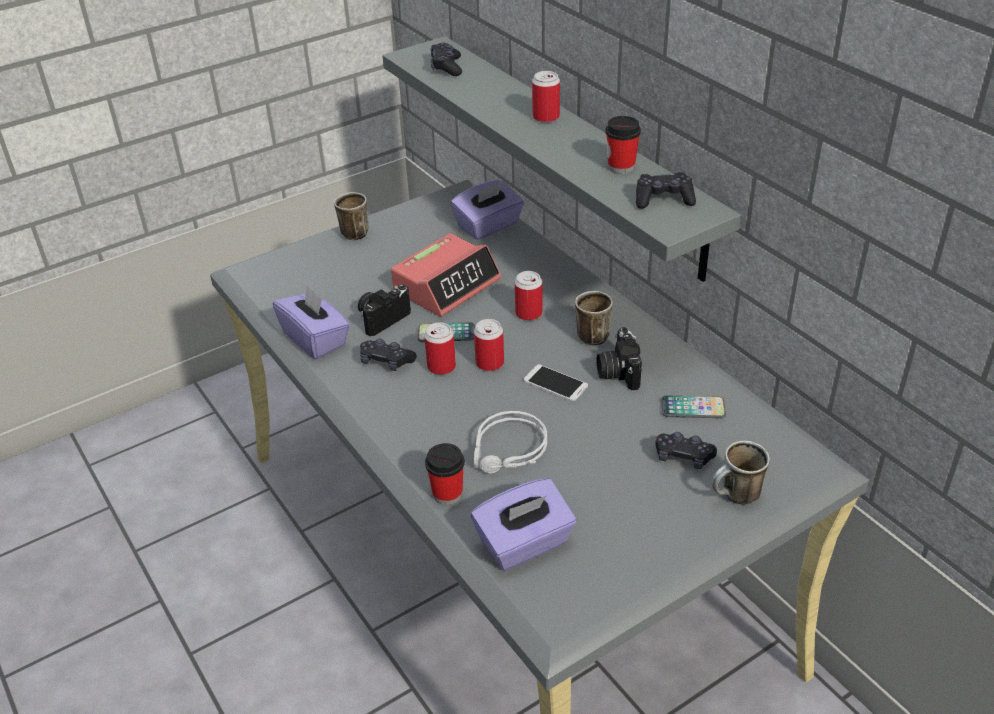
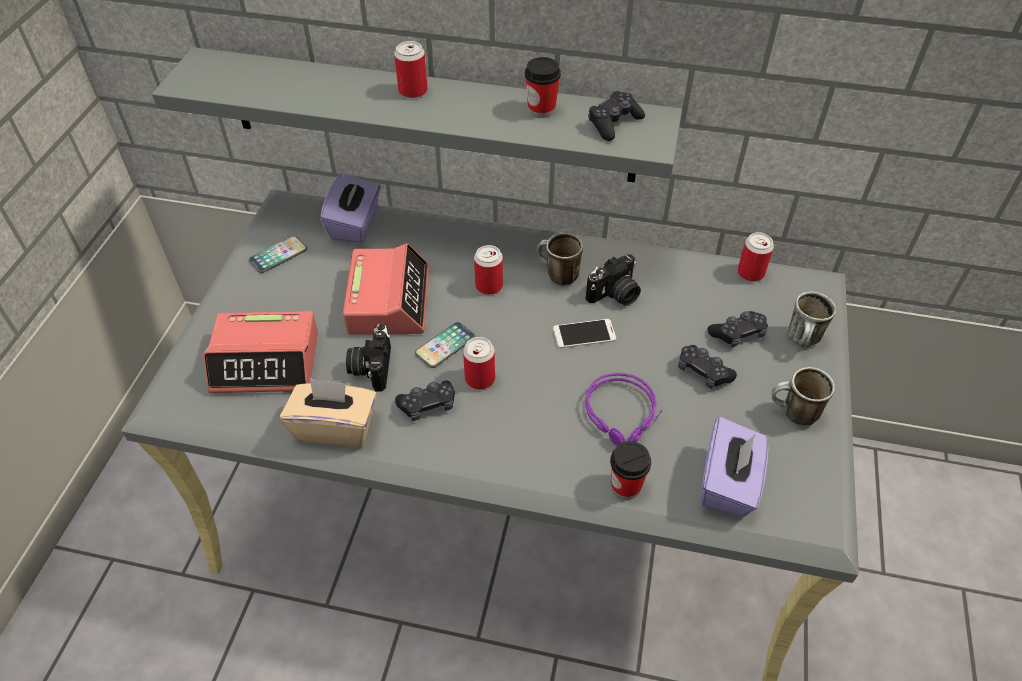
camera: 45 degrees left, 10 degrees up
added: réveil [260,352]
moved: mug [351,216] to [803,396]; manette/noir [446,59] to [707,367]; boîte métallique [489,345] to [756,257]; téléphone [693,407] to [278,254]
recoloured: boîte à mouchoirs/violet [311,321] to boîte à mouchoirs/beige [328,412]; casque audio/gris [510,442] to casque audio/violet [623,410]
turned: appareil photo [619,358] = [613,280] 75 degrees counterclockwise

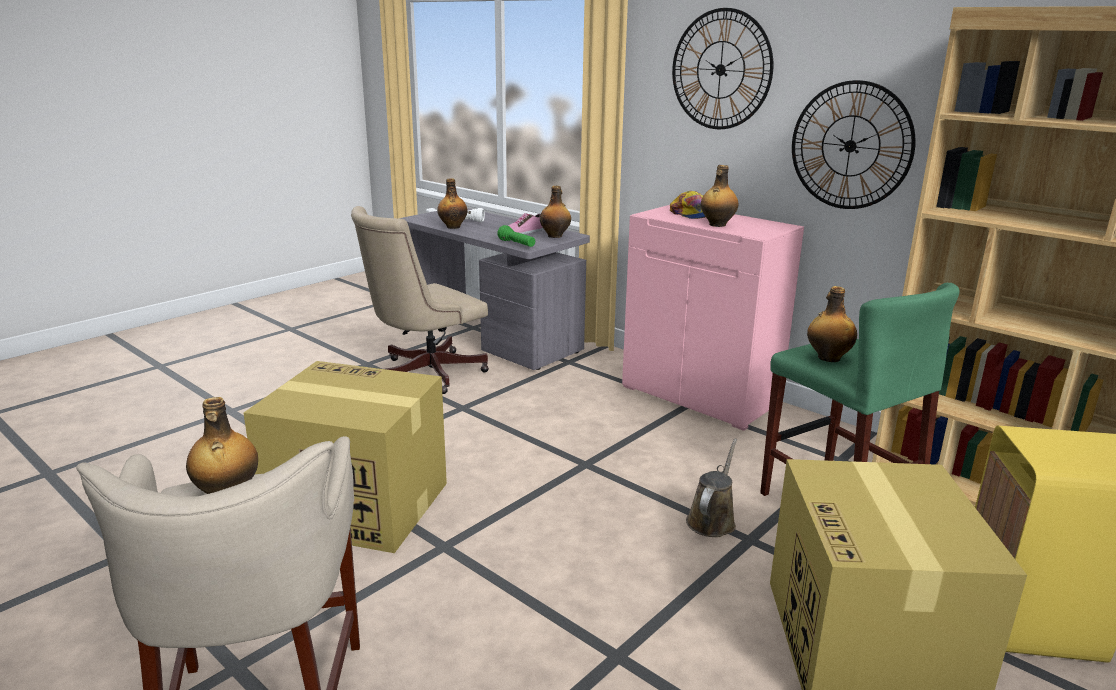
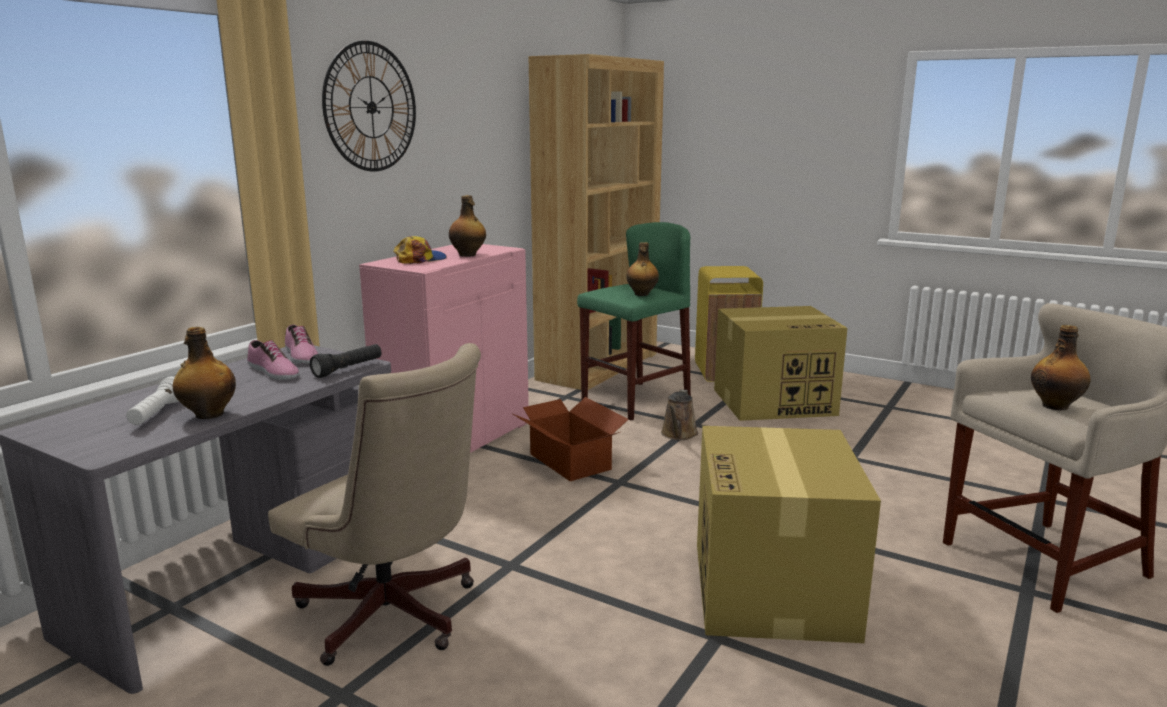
camera: 100 degrees left, 5 degrees down
removed: horloge murale [854,144]
added: carton [571,439]
replaced: bouteille [555,212] to chaussure [301,344]
recoloured: lampe de poche/vert [516,236] to lampe de poche/noir [346,361]
turned: arrosoir/marron [711,487] = [679,415] 90 degrees counterclockwise

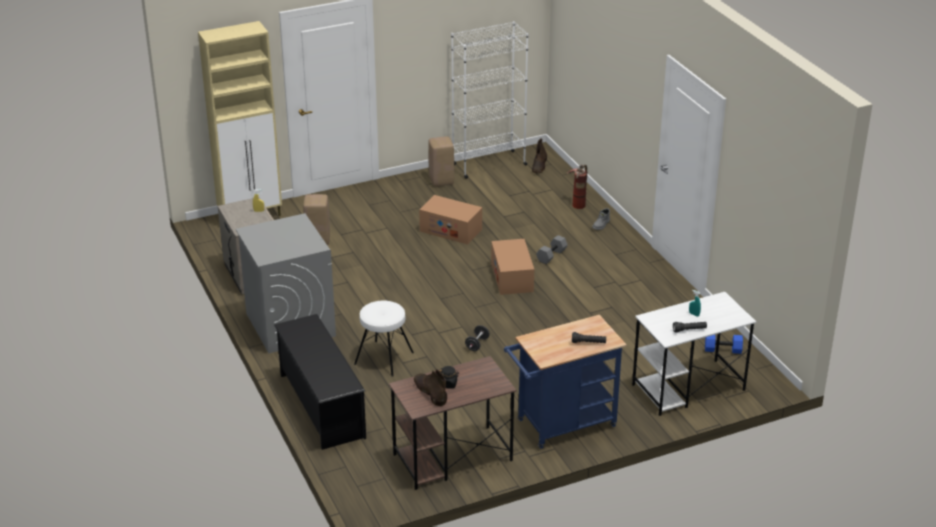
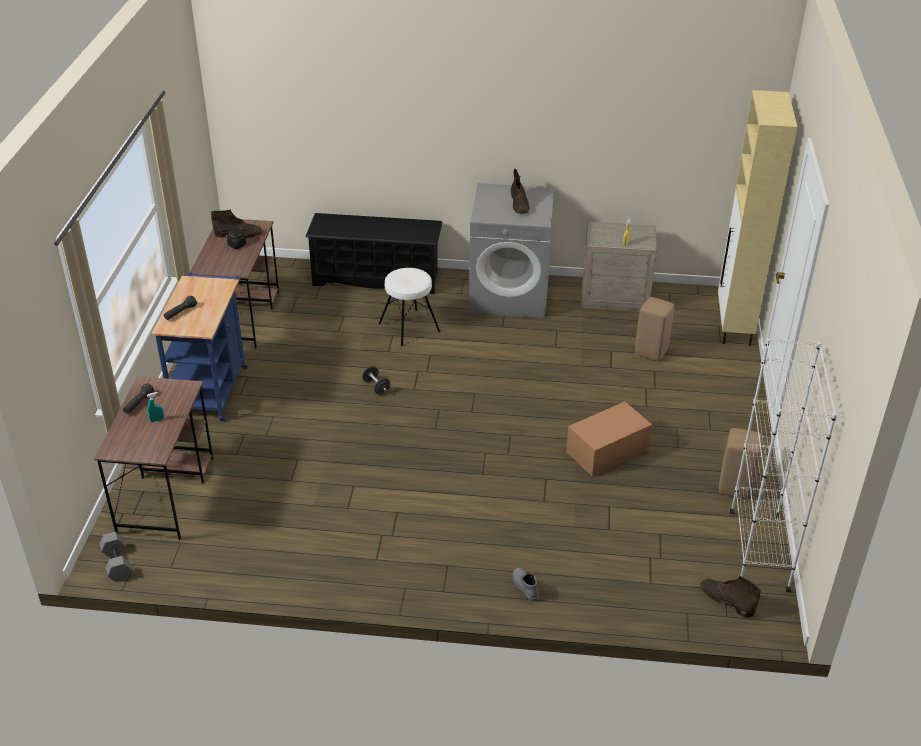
camera: 120 degrees right, 5 degrees up
removed: carton [512,267]; extincteur [577,187]; haltère/bleu [724,344]
added: botte/marron [520,191]
moved: haltère/gris [552,249] to [115,557]
recoloured: bureau/blanc [694,354] to bureau/marron [153,458]

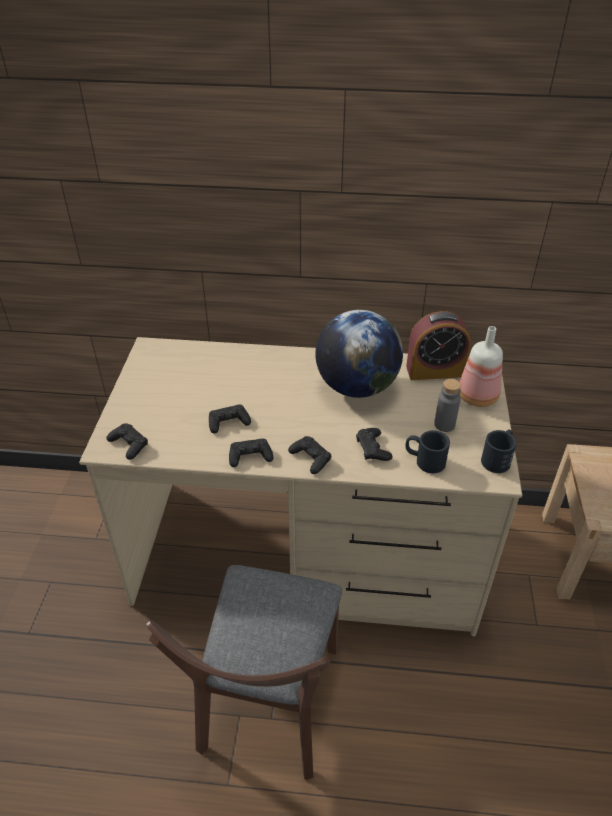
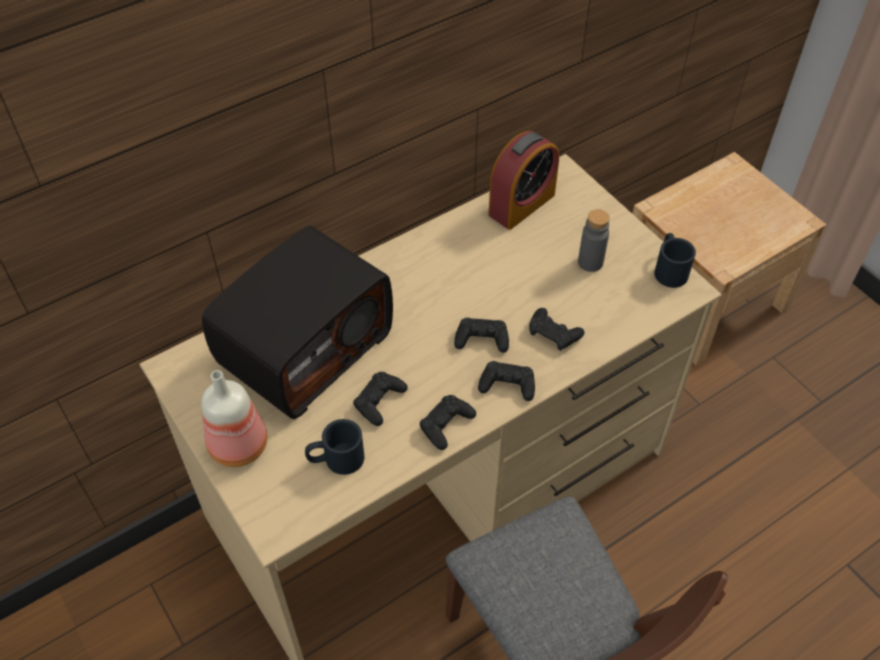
camera: 40 degrees left, 10 degrees up
removed: globe [359,354]
added: radio [297,322]
moved: manette/noir [127,441] to [481,335]; mug/noir [427,451] to [335,447]; bouteille [481,366] to [234,418]

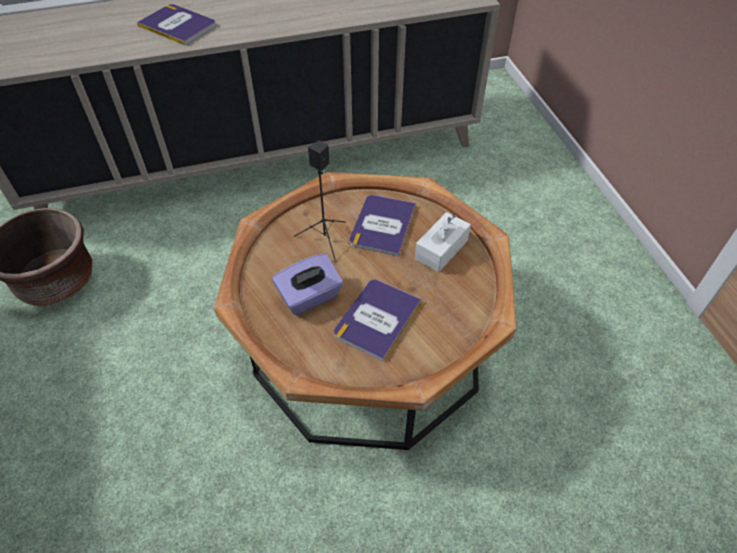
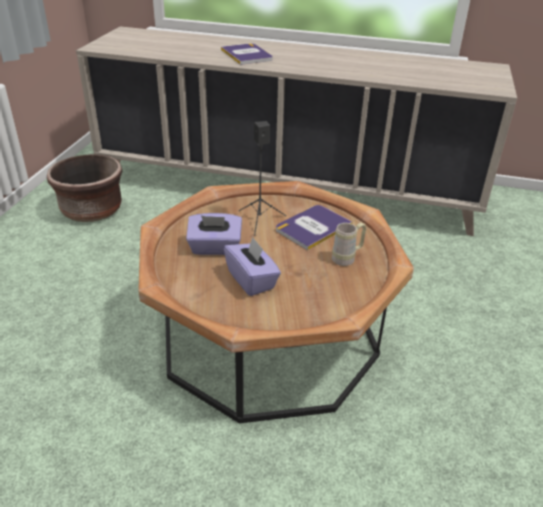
camera: 30 degrees right, 15 degrees down
replaced: livre [378,320] to boîte à mouchoirs/violet [252,266]; boîte à mouchoirs/blanc [443,242] to mug/beige [349,244]

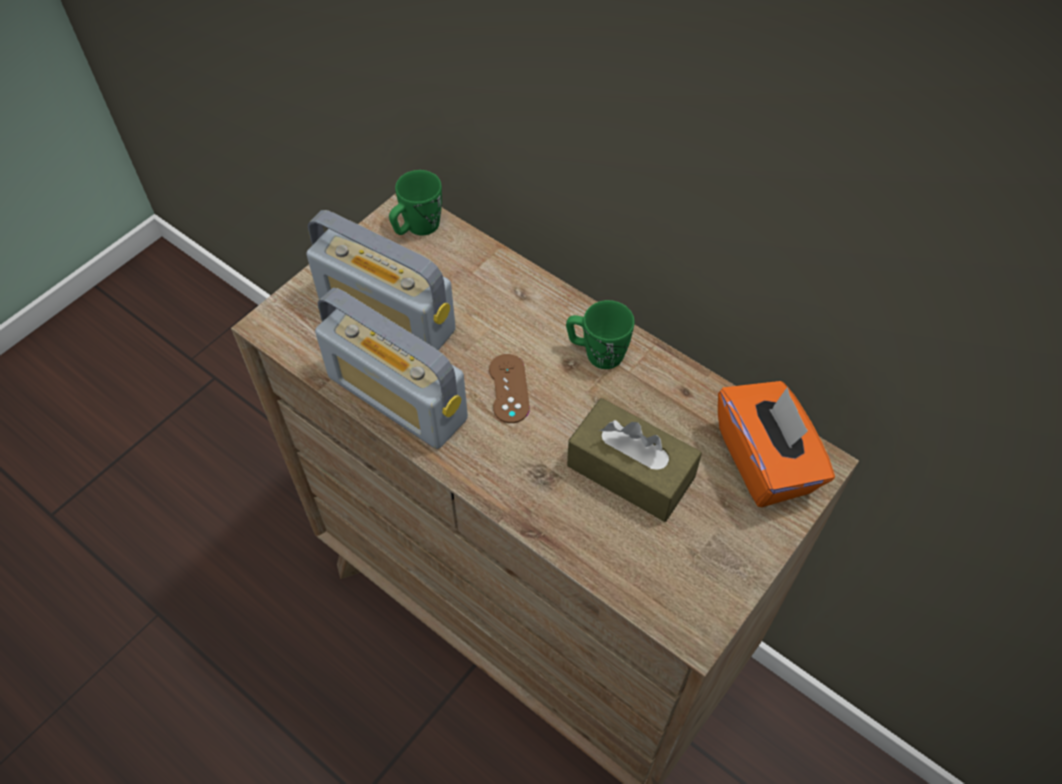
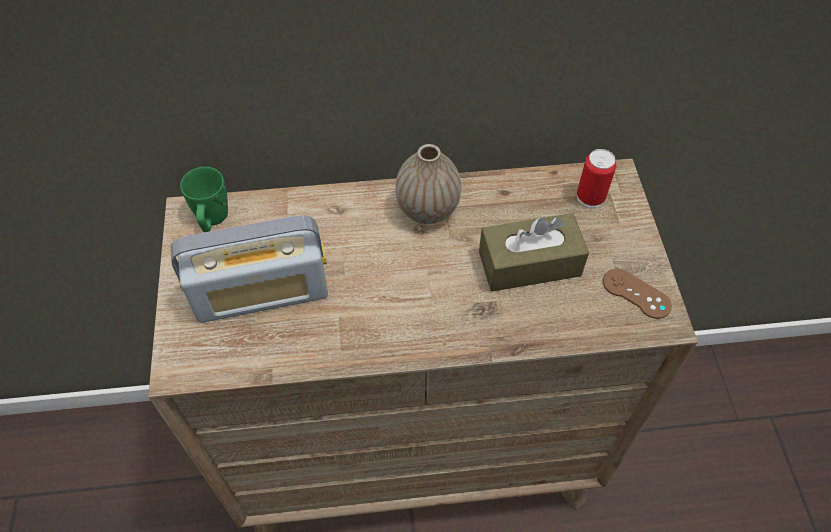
camera: 45 degrees left, 0 degrees up
removed: radio [391,368]
moved: manette/marron [509,388] to [637,294]
replaced: mug/vert [600,334] to vase [428,184]; boîte à mouchoirs/orange [776,444] to boîte métallique [597,178]

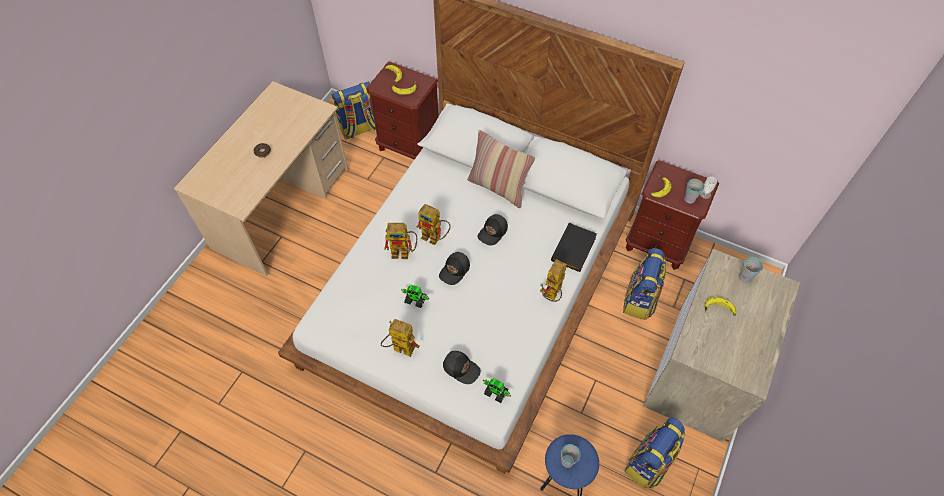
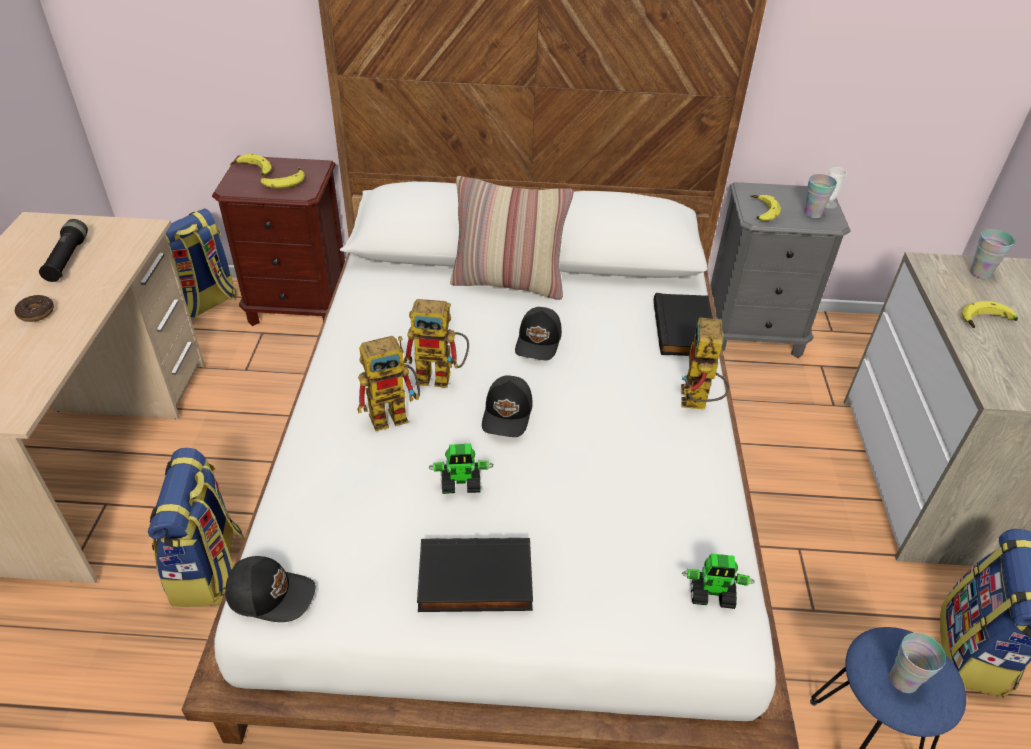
camera: 25 degrees left, 15 degrees down
added: lampe de poche/noir [63,250]
moved: casquette/noir [462,367] to [270,589]; sac à dos [644,284] to [196,527]
replaced: robot jouet [400,338] to livre/noir [475,575]
recoloured: table de chevet/marron [672,215] to table de chevet/gris [780,270]

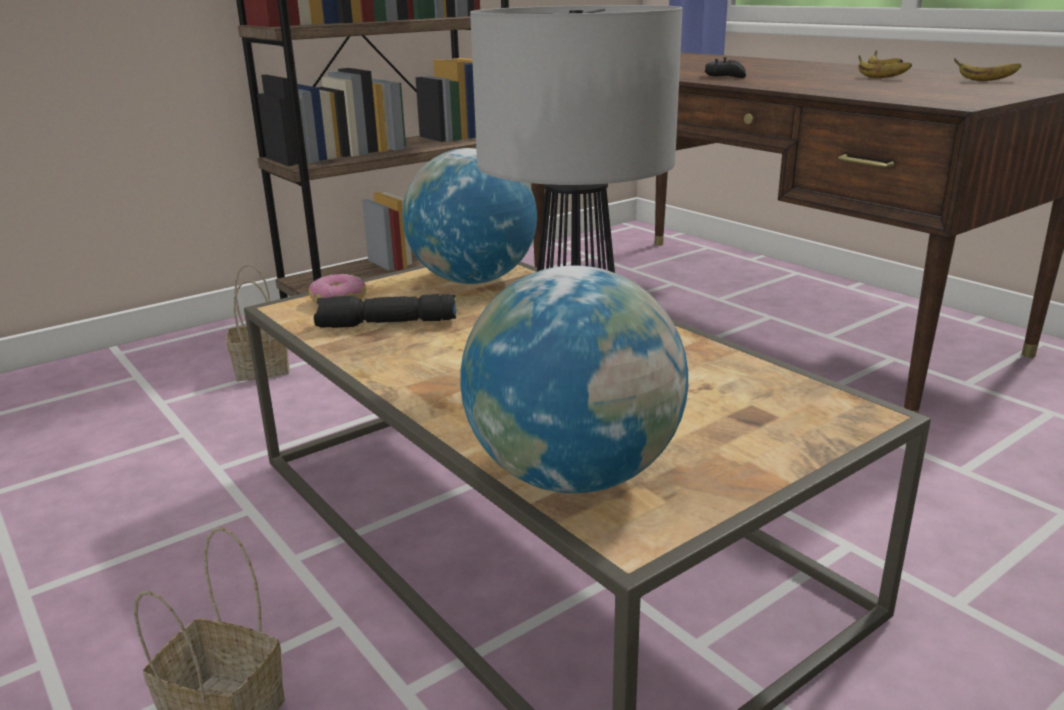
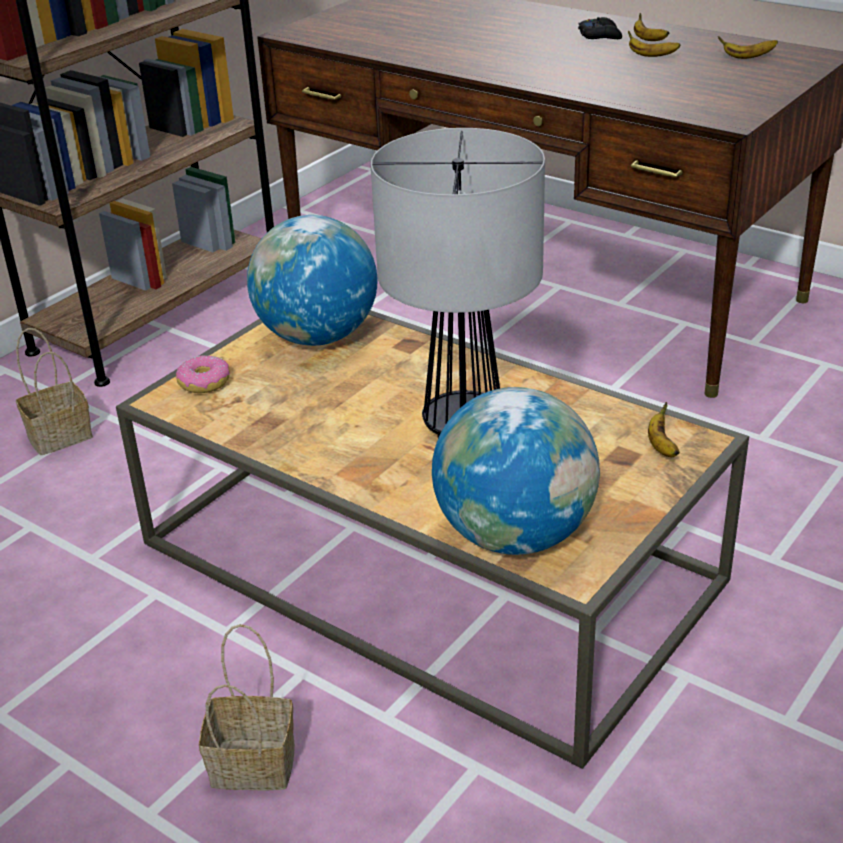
camera: 15 degrees left, 10 degrees up
removed: lampe de poche/noir [385,311]
added: banane [664,429]
moved: manette/noir [725,67] to [600,28]

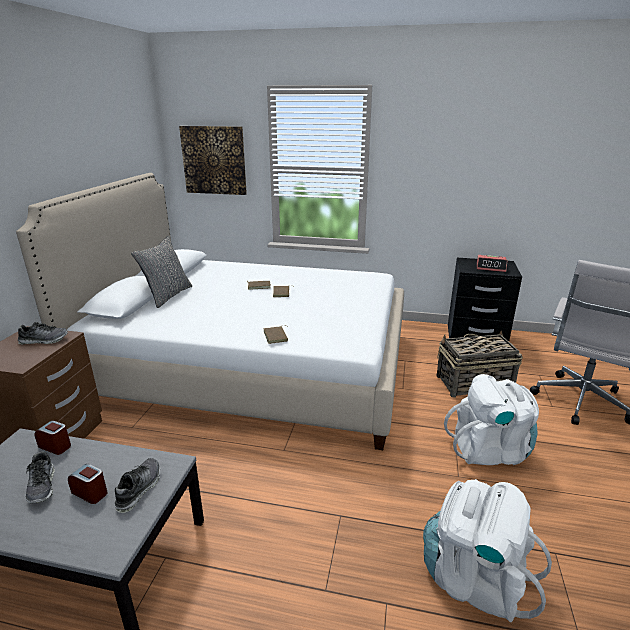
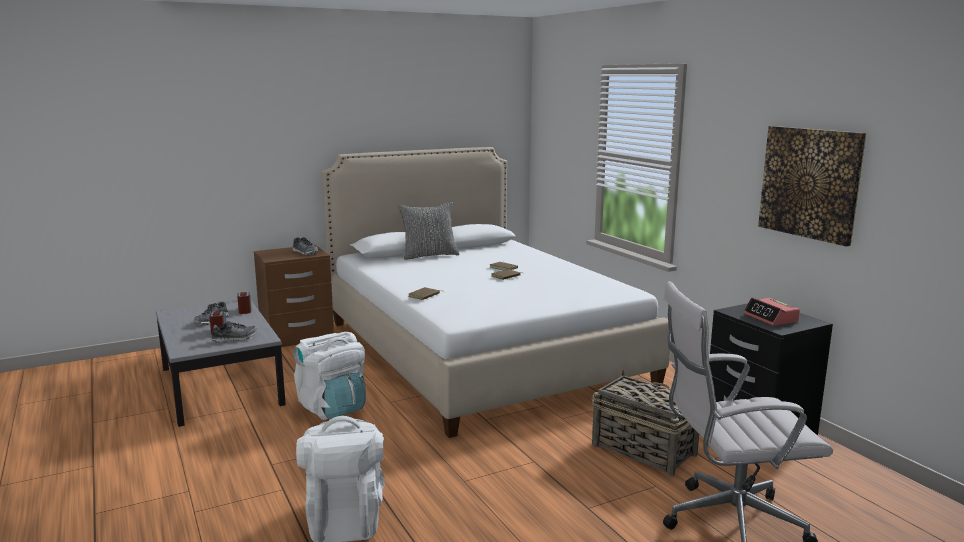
camera: 50 degrees right, 10 degrees down
moved: tableau [213,160] to [812,186]; sac à dos/blanc [491,419] to [329,376]

